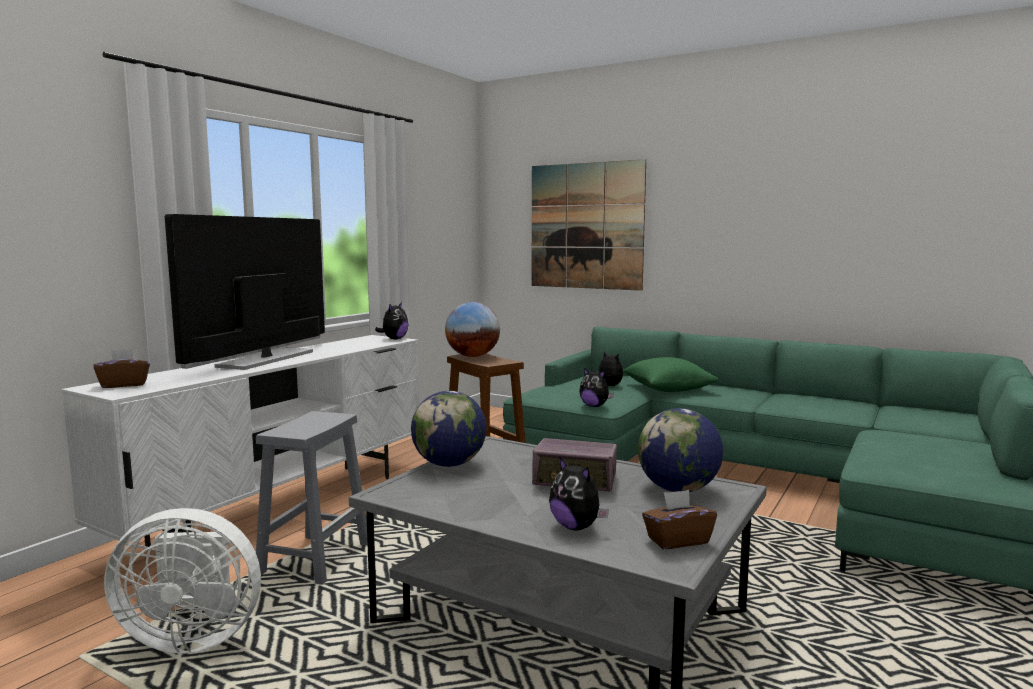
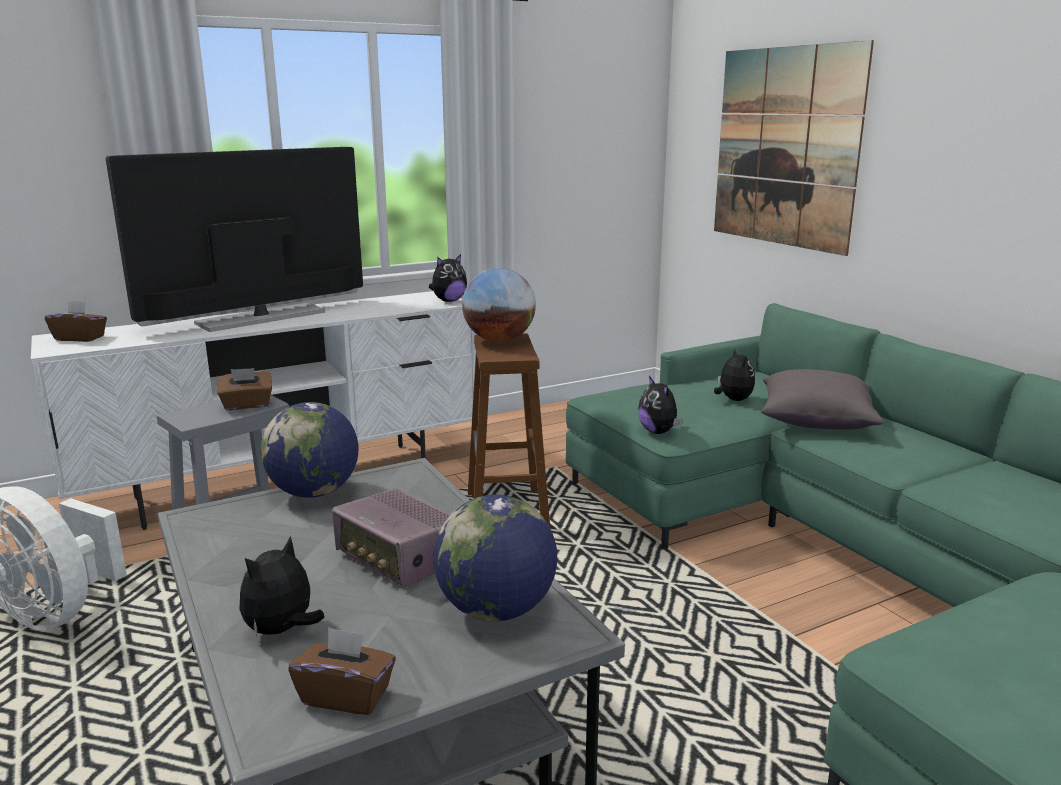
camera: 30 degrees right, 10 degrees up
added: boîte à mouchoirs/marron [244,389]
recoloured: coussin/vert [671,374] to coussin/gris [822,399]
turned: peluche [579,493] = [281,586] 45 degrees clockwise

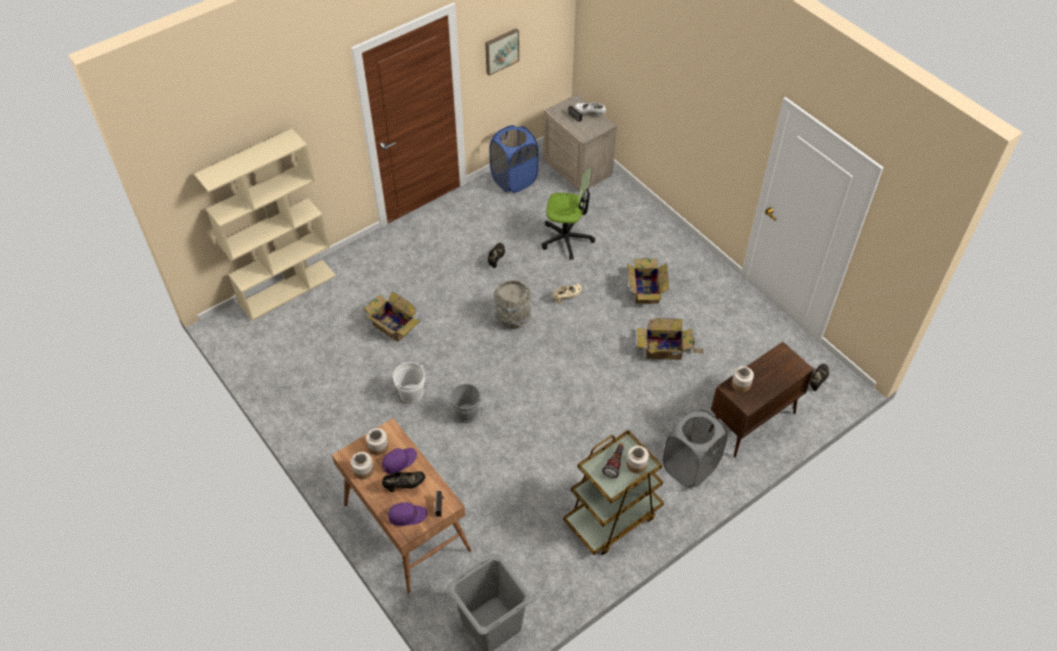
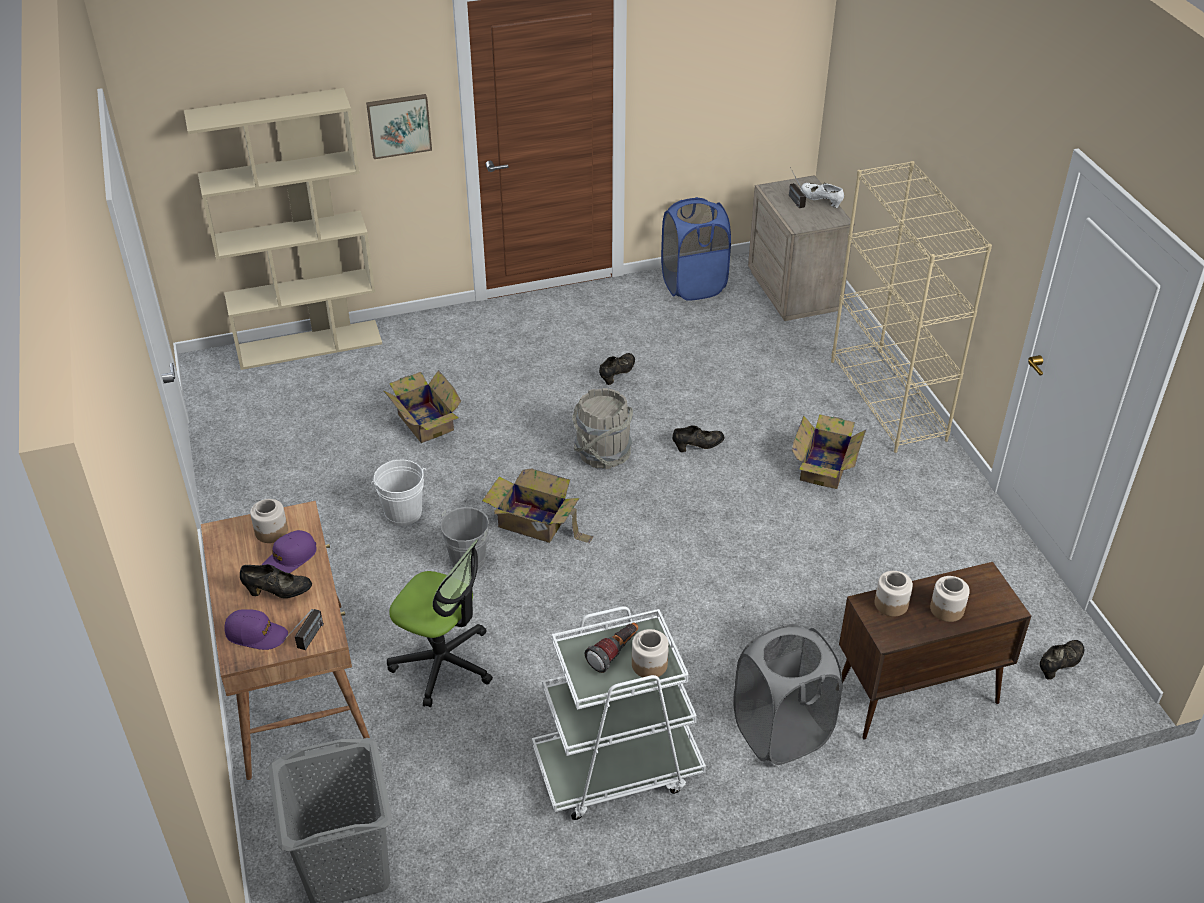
camera: 20 degrees right, 10 degrees down
added: bibliothèque/beige [911,307]
moved: bocal [362,465] to [950,599]; tableau [502,52] to [399,126]; chaise de bureau [568,214] to [440,623]; carton [670,339] to [537,506]
recoloured: chaussure/beige [567,294] to chaussure/noir [698,438]; chariot/marron [613,492] to chariot/blanc [619,713]
turned: casquette/violet [399,461] = [289,551] 150 degrees clockwise

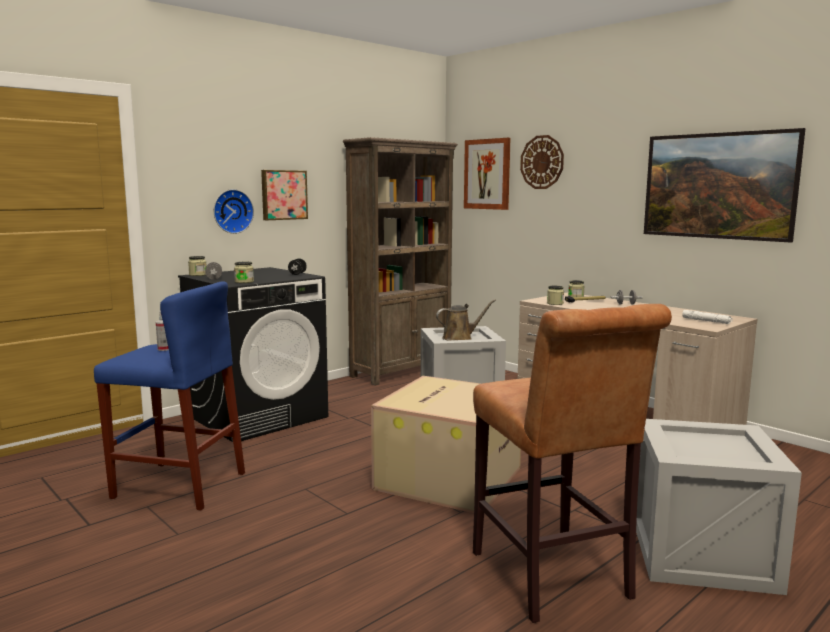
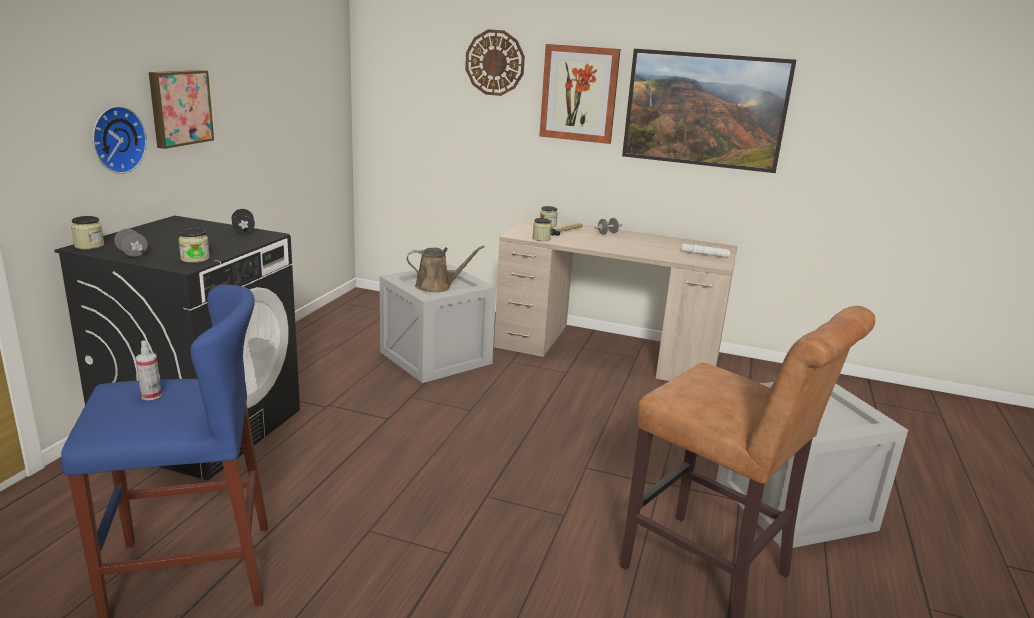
camera: 30 degrees left, 10 degrees up
removed: bibliothèque/marron [400,261]; carton [446,444]
moved: tableau [487,174] to [580,94]
turned: arrosoir/marron [466,319] = [446,268] 45 degrees clockwise

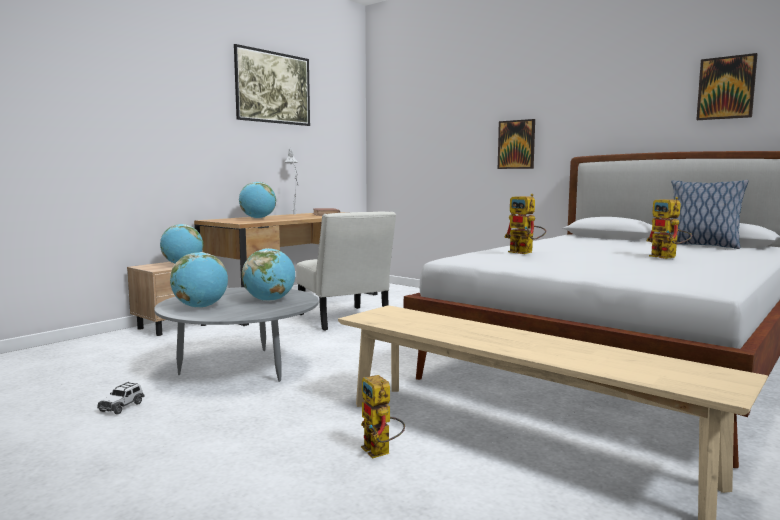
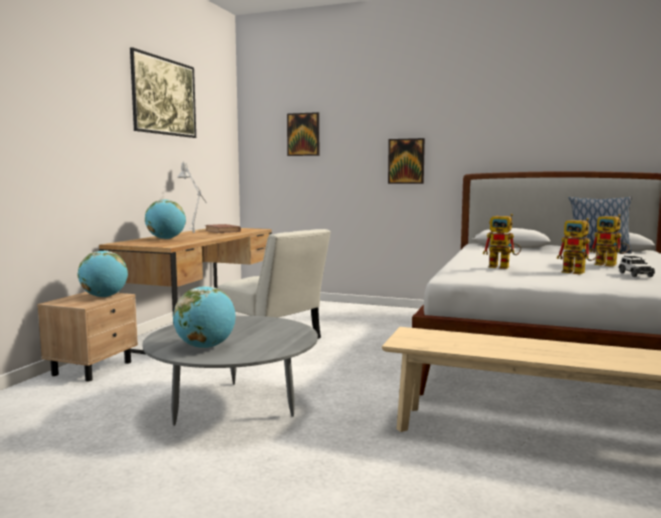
camera: 20 degrees left, 0 degrees up
removed: globe [268,274]
moved: petite voiture [121,398] to [636,266]; robot jouet [383,417] to [578,246]; tableau [727,86] to [303,134]

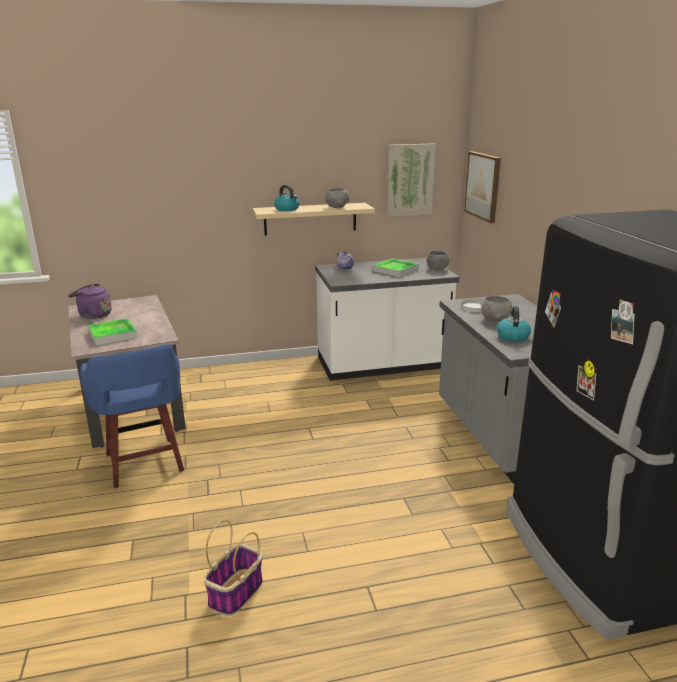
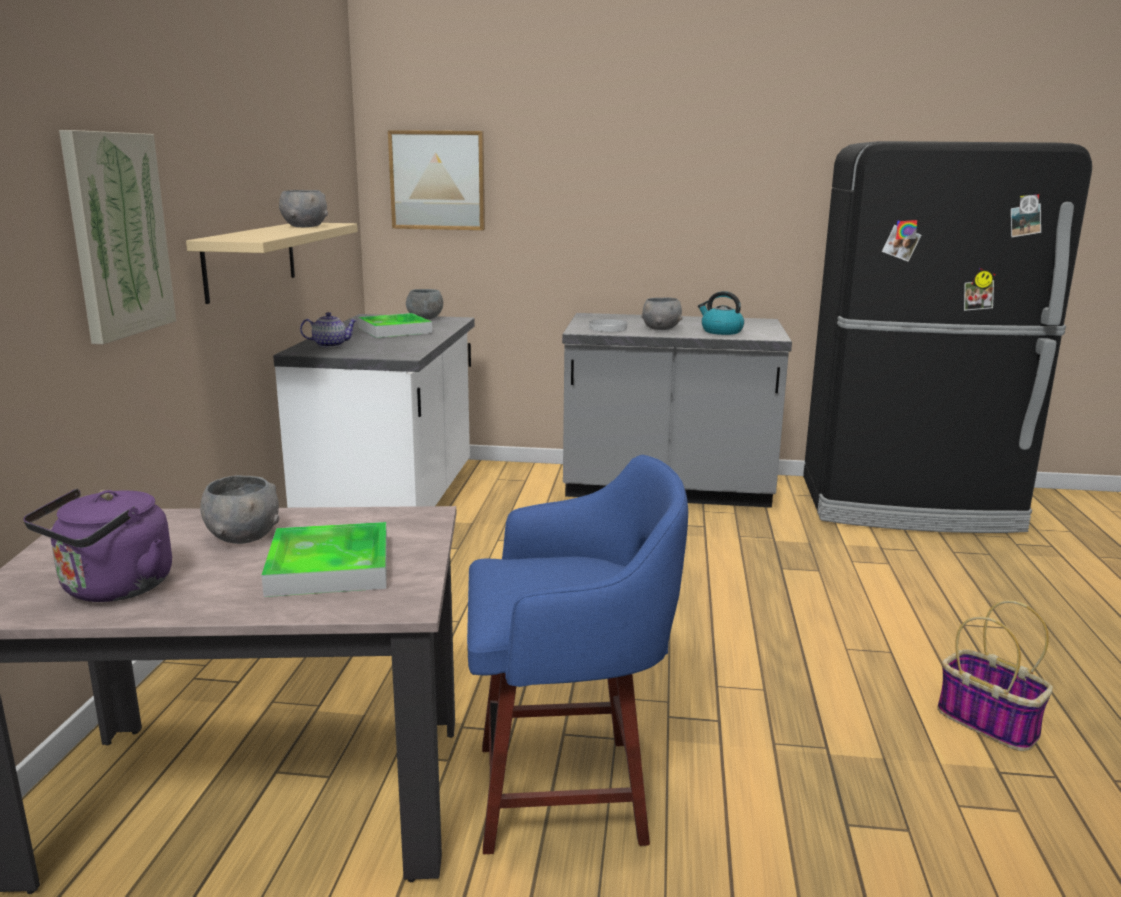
camera: 70 degrees left, 5 degrees down
removed: bouilloire [286,198]
added: bol/gris [239,509]
moved: tableau [411,180] to [117,237]

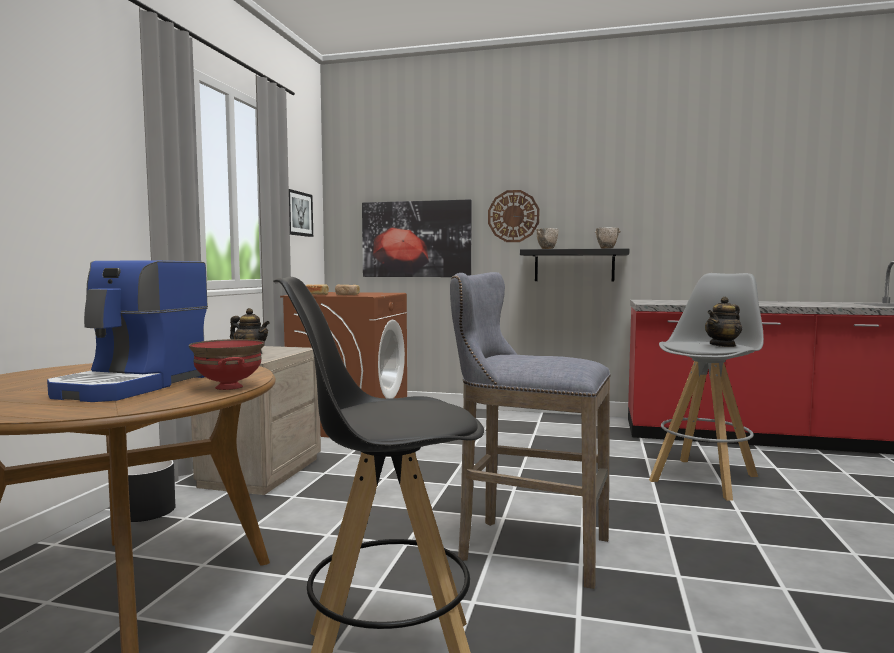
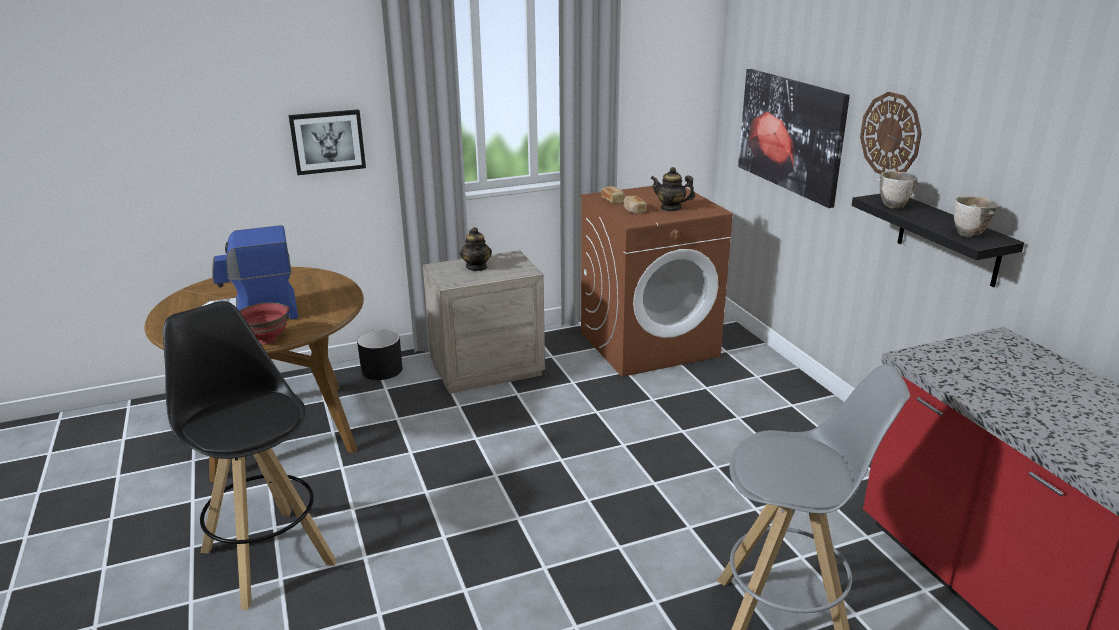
camera: 55 degrees right, 20 degrees up
removed: tabouret/gris [530,430]
moved: tableau [301,213] to [327,142]; théière [723,322] to [672,189]

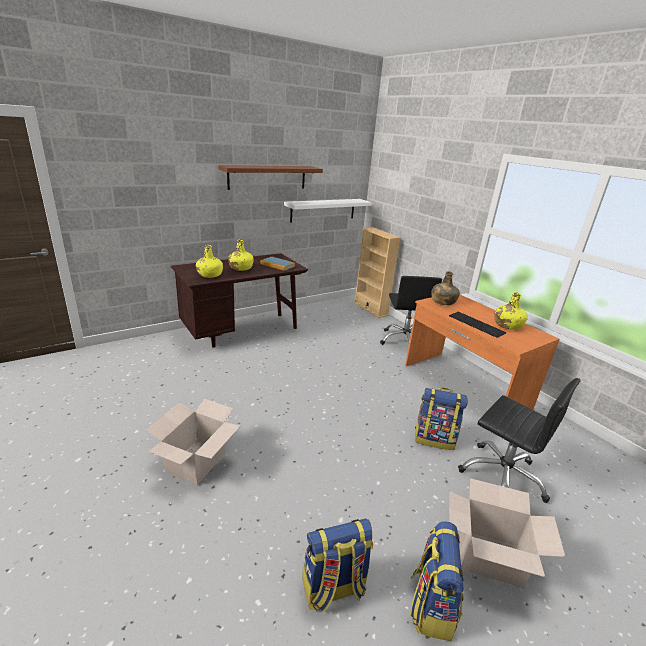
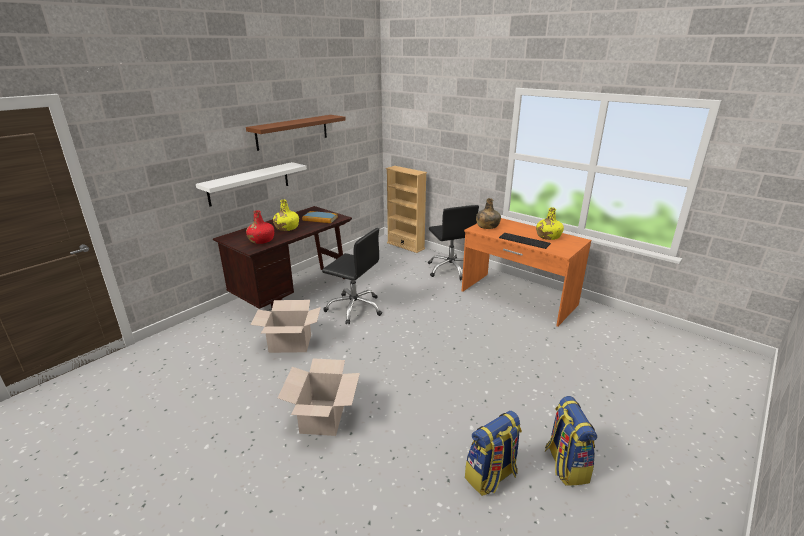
camera: 15 degrees left, 0 degrees up
removed: sac à dos [441,418]
moved: étagère/blanc [328,211] to [251,184]; carton [507,533] to [286,326]; chaise de bureau/noir [519,440] to [352,276]
recoloured: bouteille/jaune [209,261] to bouteille/rouge [260,227]

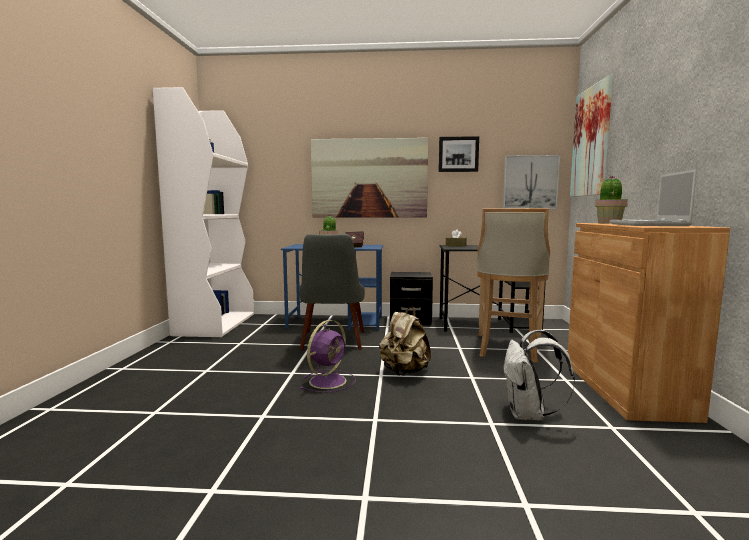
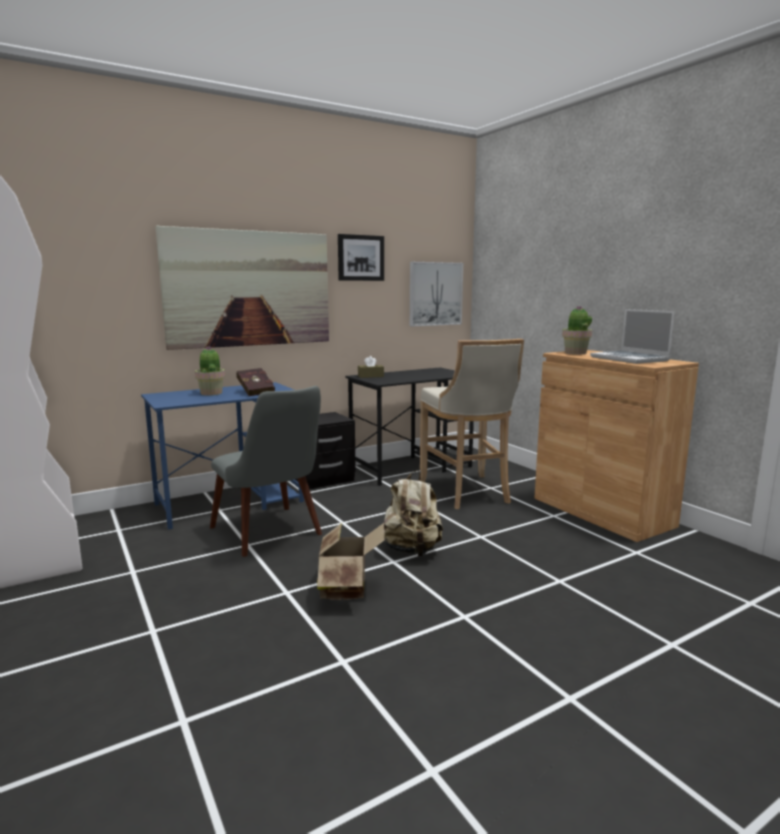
camera: 35 degrees left, 5 degrees up
removed: sac à dos/blanc [539,375]; tableau [591,136]
replaced: ventilateur/violet [328,356] to carton [351,561]

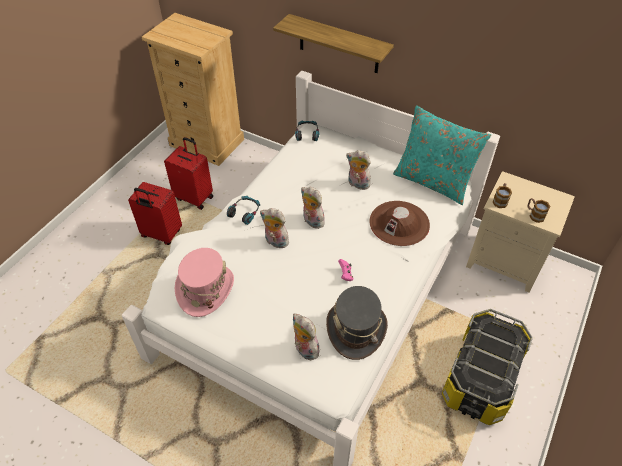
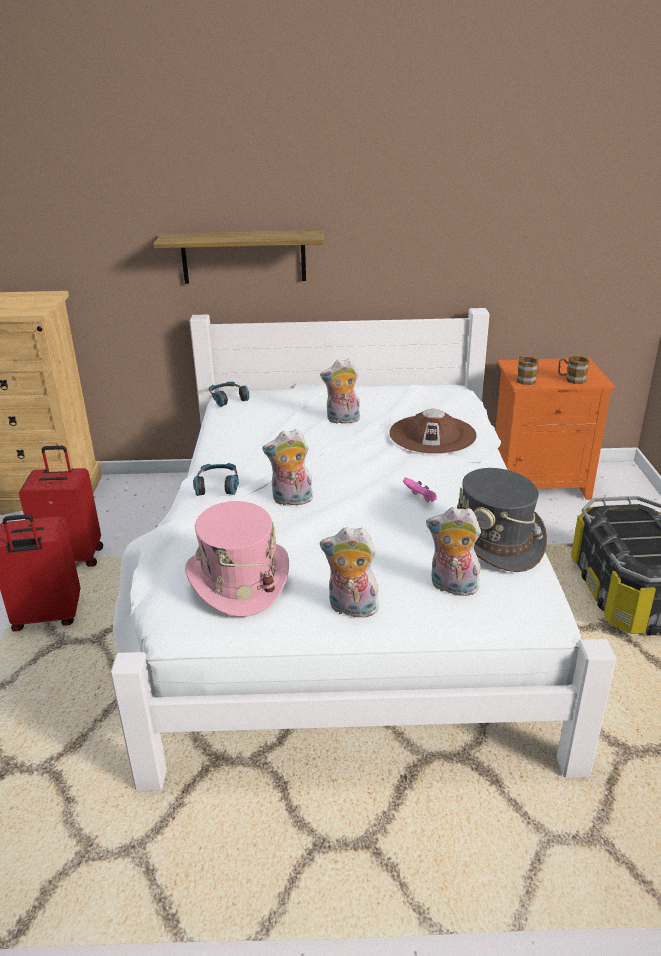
camera: 30 degrees left, 20 degrees down
removed: coussin/turquoise [442,155]
moved: peluche [313,208] to [351,572]
recoloured: table de chevet/beige [520,232] to table de chevet/orange [555,429]

